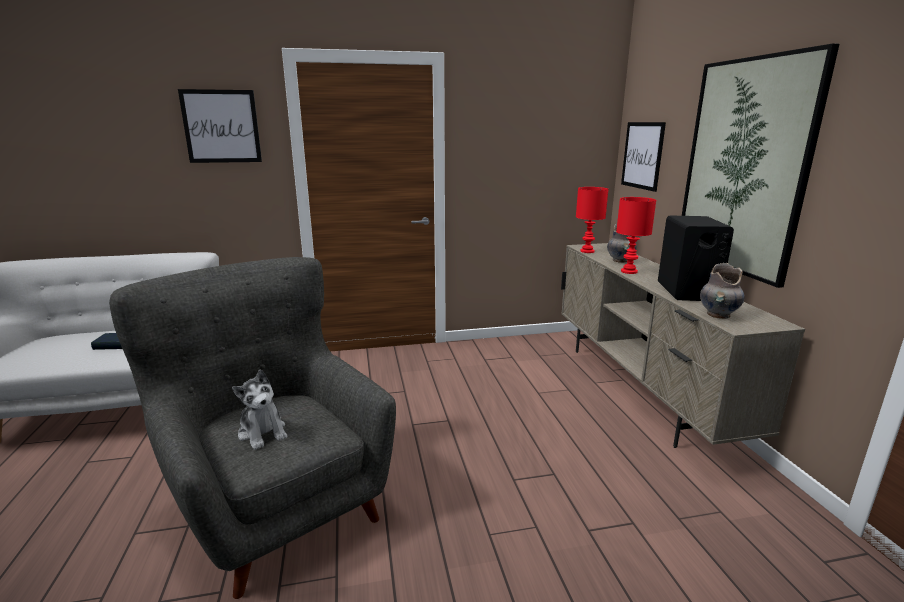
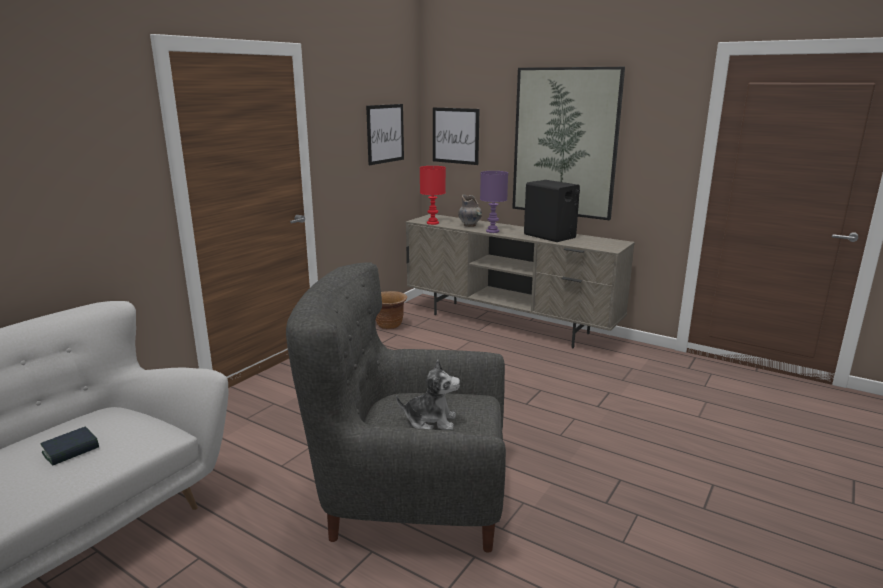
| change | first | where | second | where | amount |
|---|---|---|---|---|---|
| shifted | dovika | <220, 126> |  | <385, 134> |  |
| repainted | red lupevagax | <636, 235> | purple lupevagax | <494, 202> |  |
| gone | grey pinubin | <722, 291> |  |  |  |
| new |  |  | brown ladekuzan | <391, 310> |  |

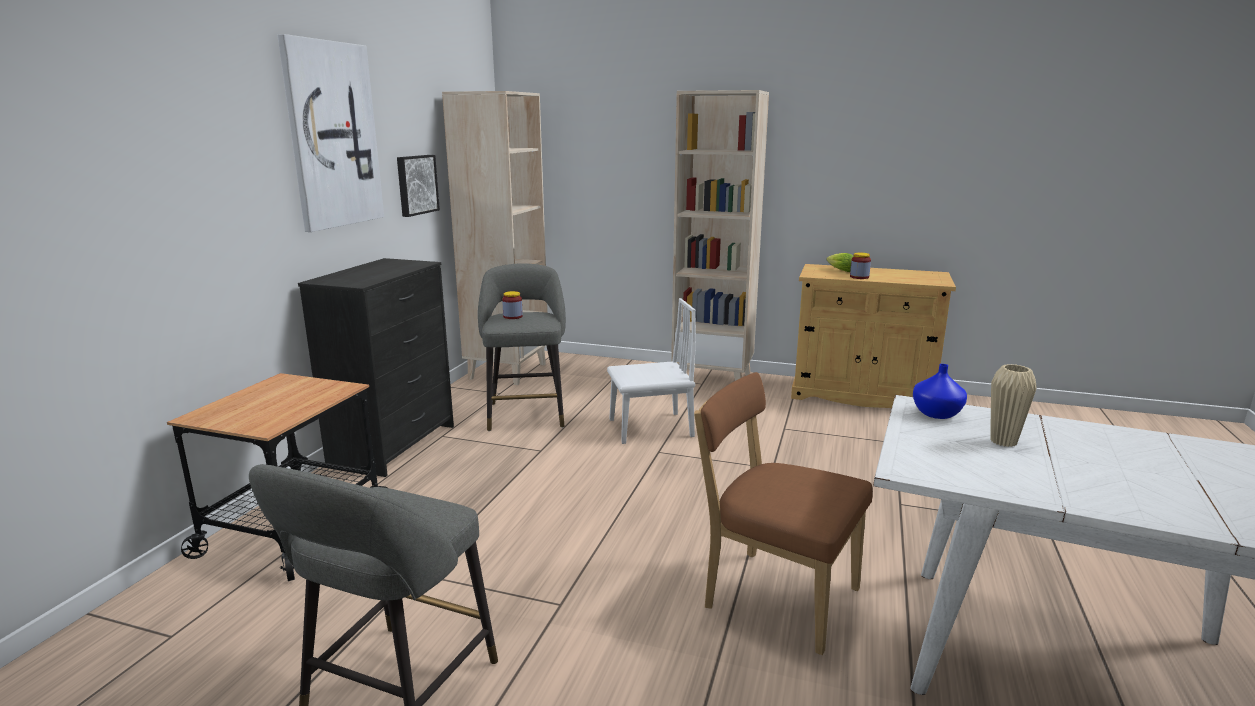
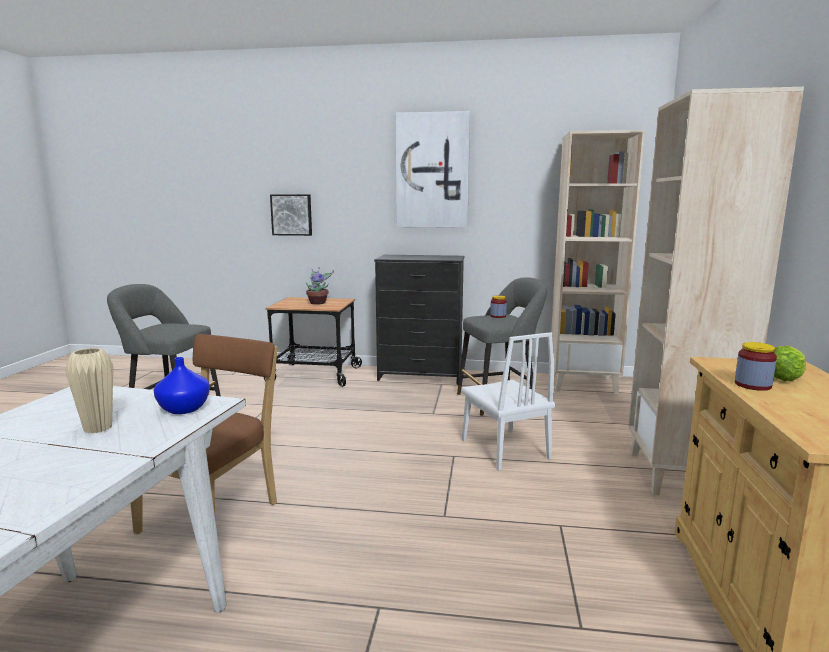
| change | first | where | second | where | amount |
|---|---|---|---|---|---|
| shifted | dovika | <418, 186> |  | <291, 215> |  |
| new |  |  | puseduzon | <320, 286> |  |

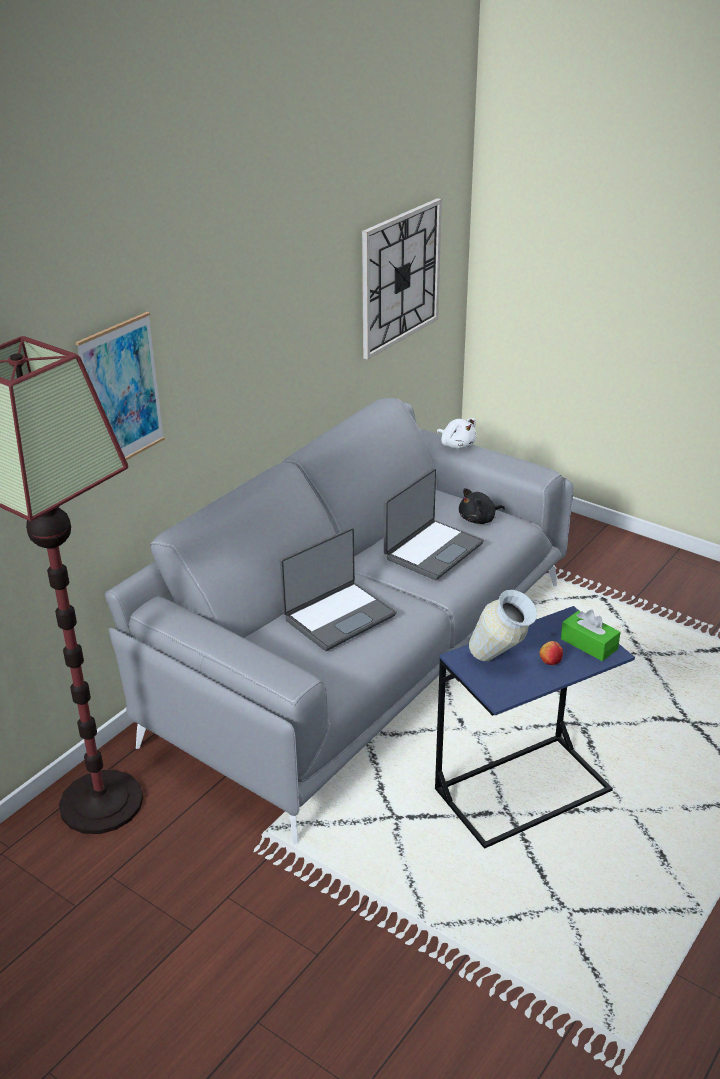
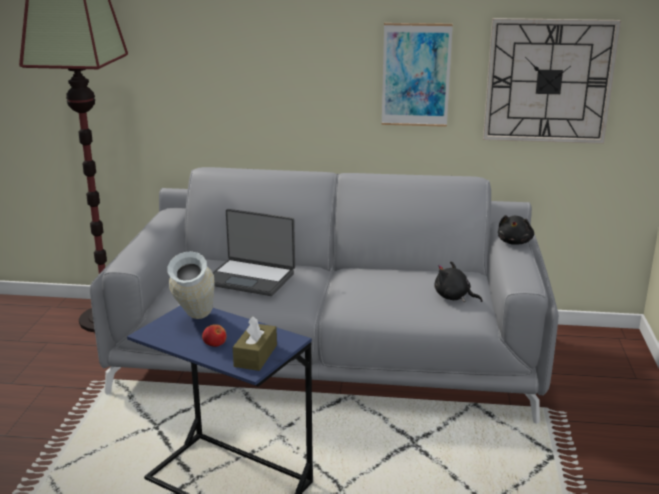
| change | first | where | second | where | amount |
|---|---|---|---|---|---|
| shifted | dovika | <120, 386> |  | <417, 75> |  |
| repainted | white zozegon | <457, 433> | black zozegon | <516, 230> |  |
| gone | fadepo | <434, 524> |  |  |  |
| repainted | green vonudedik | <591, 635> | brown vonudedik | <255, 343> |  |

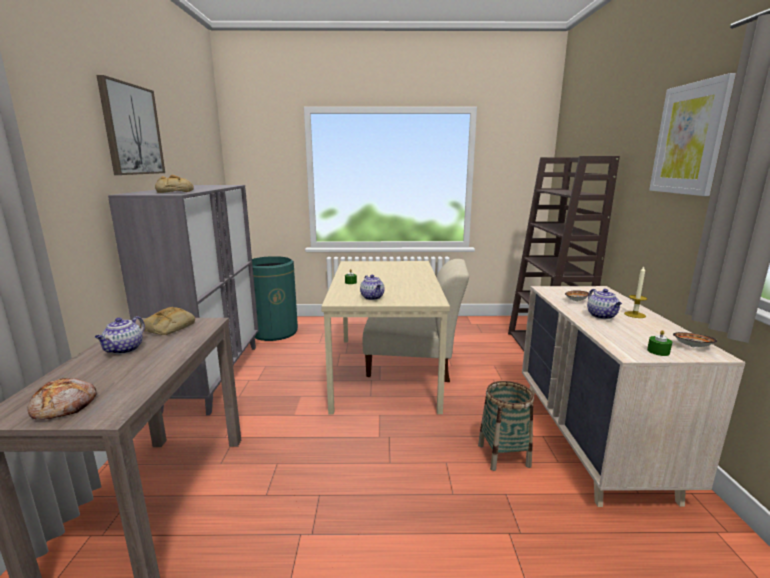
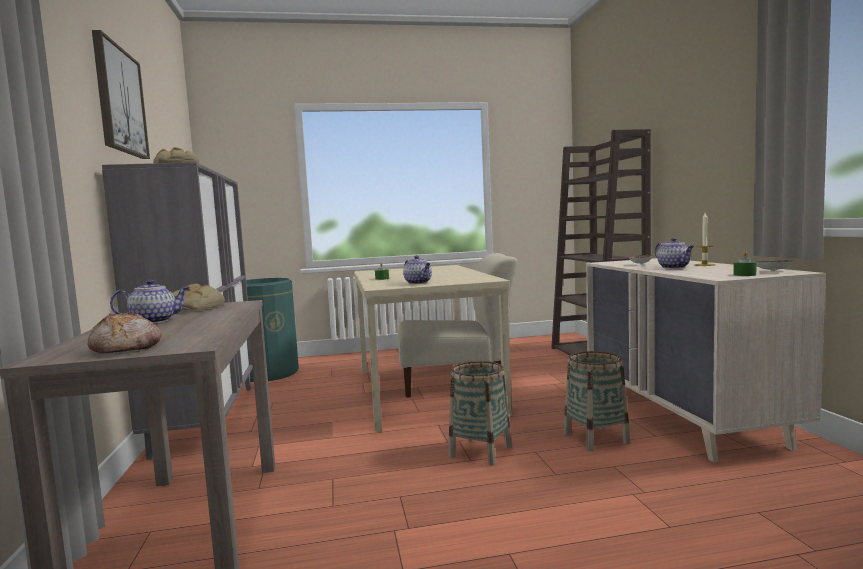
| change | first | where | second | where | amount |
|---|---|---|---|---|---|
| gone | dovika | <692, 134> |  |  |  |
| rotated | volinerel | <120, 335> |  | <149, 301> | 120 degrees counterclockwise |
| new |  |  | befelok | <480, 413> |  |

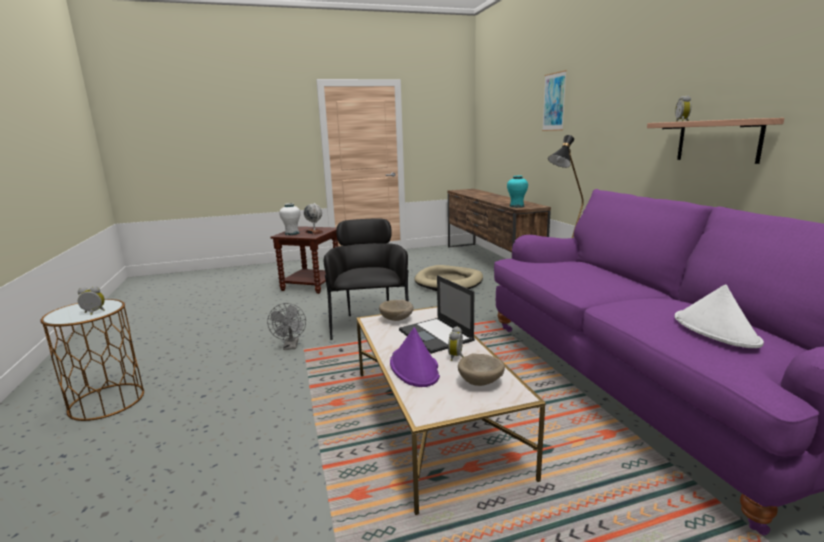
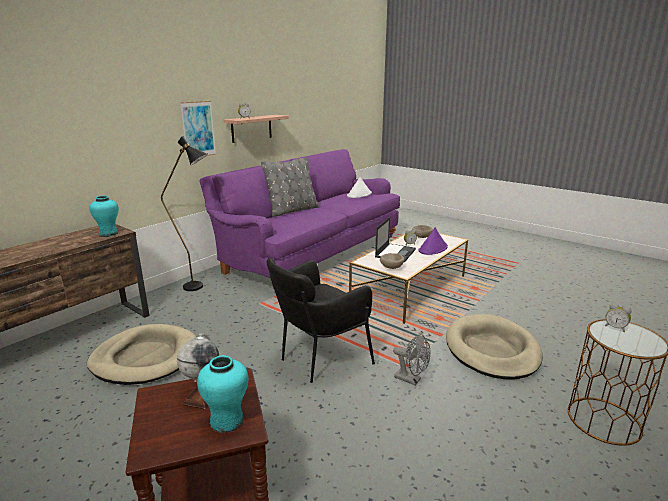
| change | first | where | second | where | amount |
|---|---|---|---|---|---|
| shifted | dovika | <554, 100> |  | <198, 130> |  |
| repainted | white pinubin | <290, 219> | turquoise pinubin | <222, 394> |  |
| rotated | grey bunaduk | <286, 326> |  | <411, 360> | 75 degrees clockwise |
| new |  |  | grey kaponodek | <290, 187> |  |
| new |  |  | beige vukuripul | <494, 347> |  |

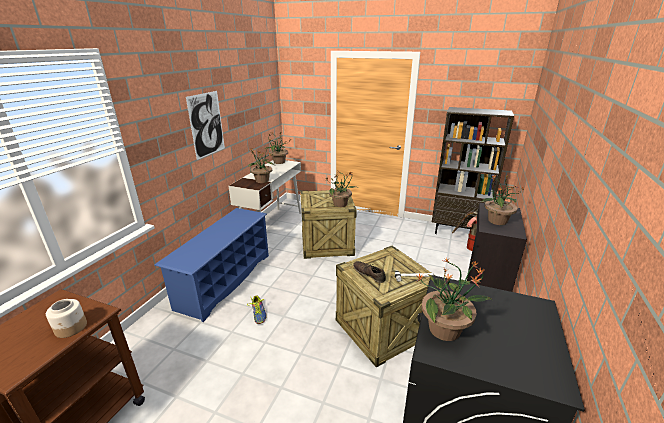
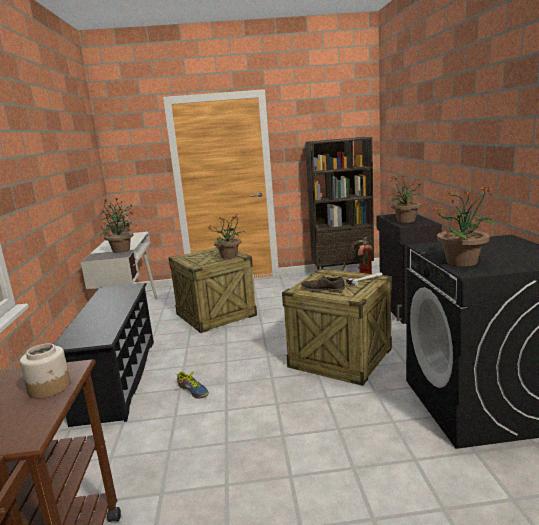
| change | first | where | second | where | amount |
|---|---|---|---|---|---|
| gone | dovika | <205, 125> |  |  |  |
| repainted | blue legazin | <211, 265> | black legazin | <103, 355> |  |

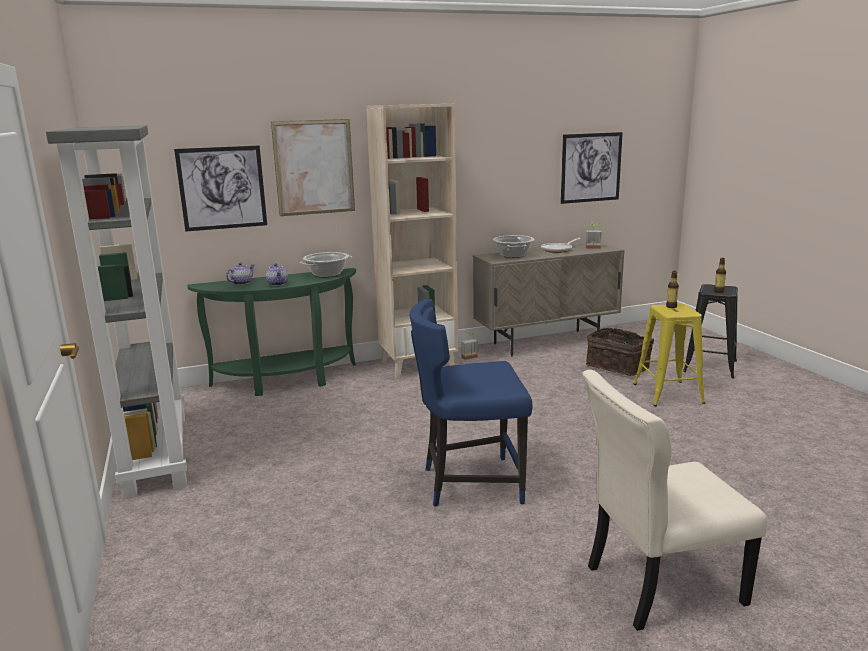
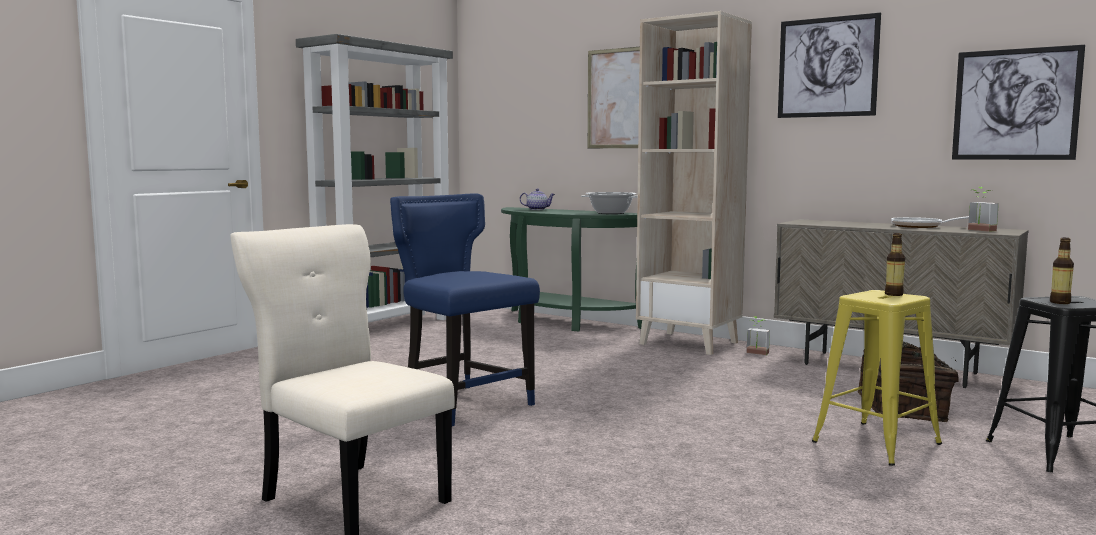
| change | first | where | second | where | amount |
|---|---|---|---|---|---|
| shifted | dovika | <220, 188> |  | <829, 65> |  |
| gone | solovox | <513, 246> |  |  |  |
| gone | volinerel | <277, 274> |  |  |  |

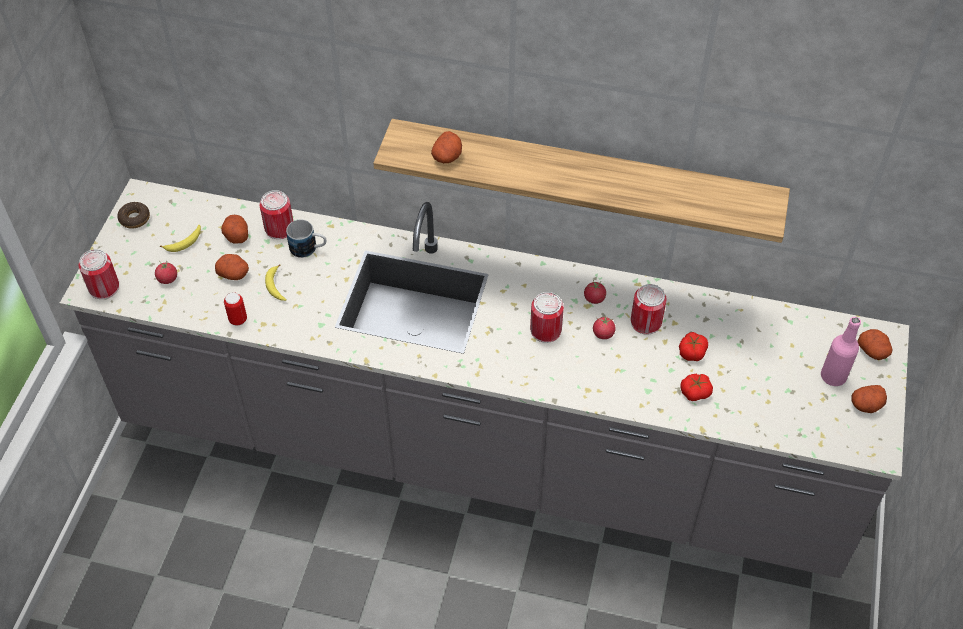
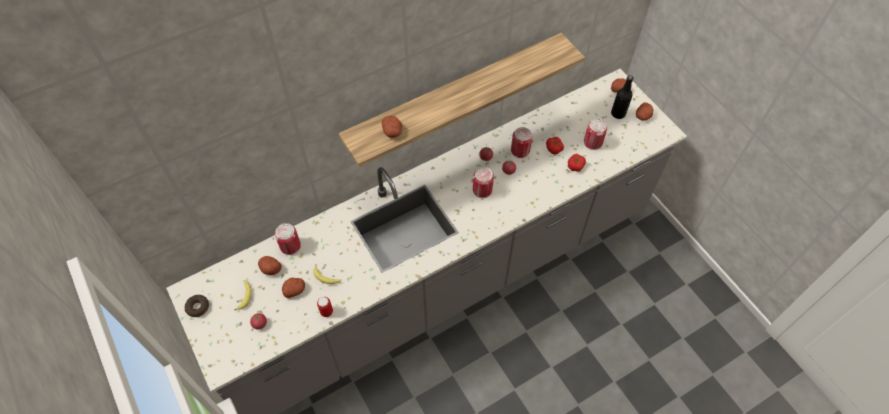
| change | first | where | second | where | amount |
|---|---|---|---|---|---|
| gone | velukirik | <306, 238> |  |  |  |
| shifted | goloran | <99, 274> |  | <595, 134> |  |
| repainted | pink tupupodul | <841, 351> | black tupupodul | <622, 97> |  |

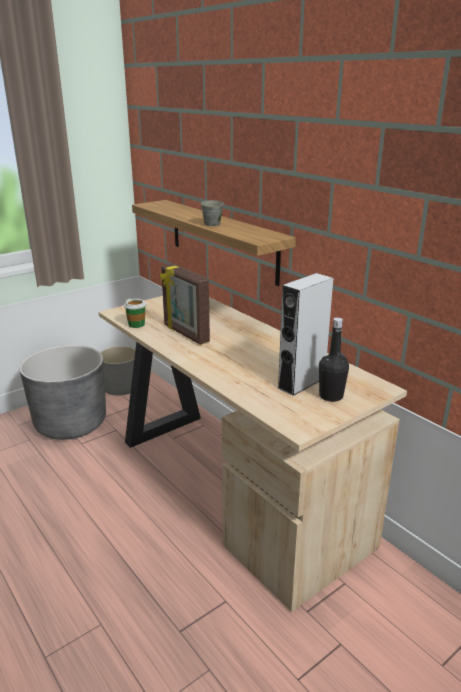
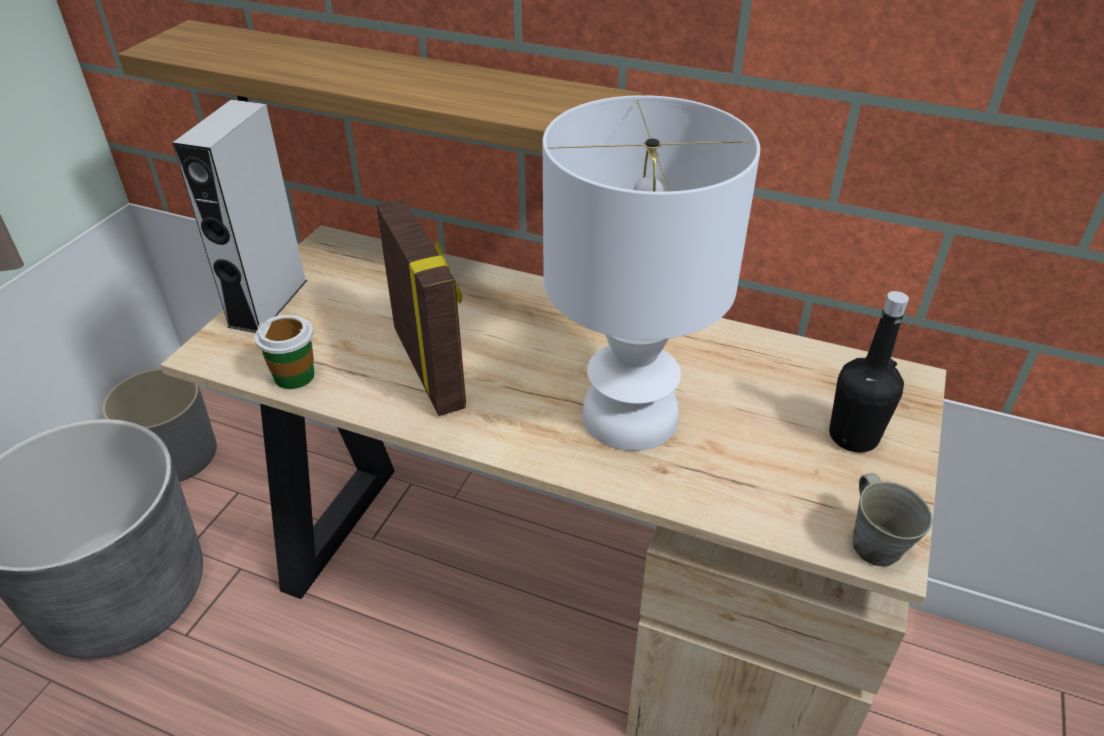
| change | first | where | second | where | amount |
|---|---|---|---|---|---|
| shifted | grey velukirik | <212, 213> |  | <893, 520> |  |
| rotated | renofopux | <185, 304> |  | <421, 307> | 135 degrees counterclockwise |
| shifted | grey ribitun | <305, 334> |  | <240, 216> |  |
| new |  |  | white lupevagax | <651, 273> |  |

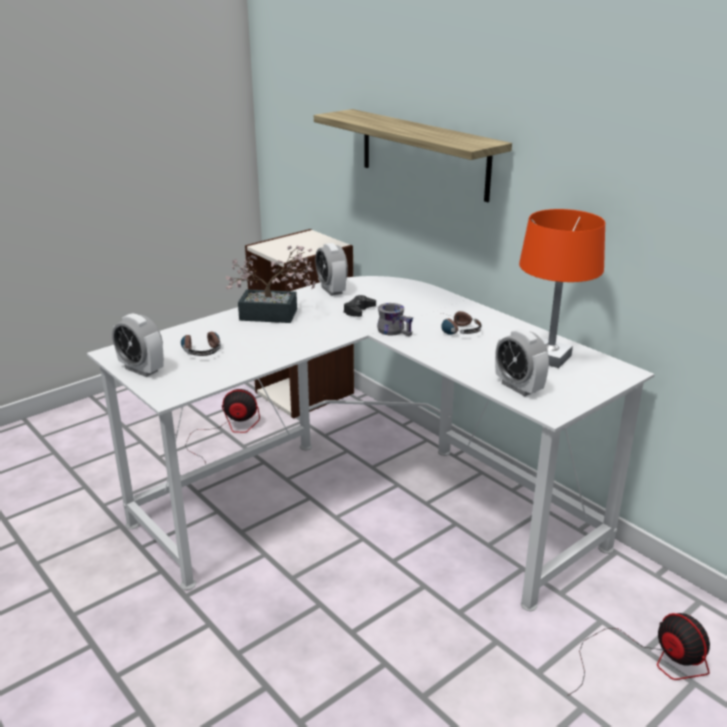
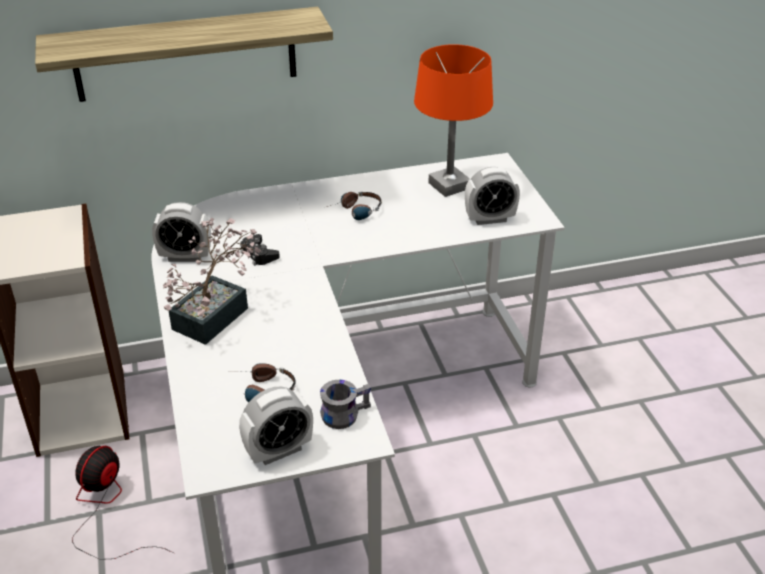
| change | first | where | second | where | amount |
|---|---|---|---|---|---|
| shifted | grey velukirik | <395, 319> |  | <345, 404> |  |
| gone | bunaduk | <638, 654> |  |  |  |

